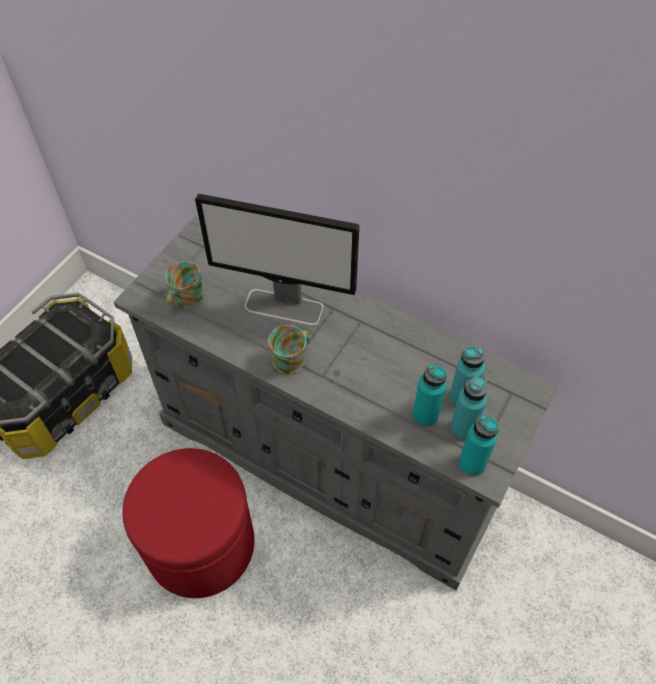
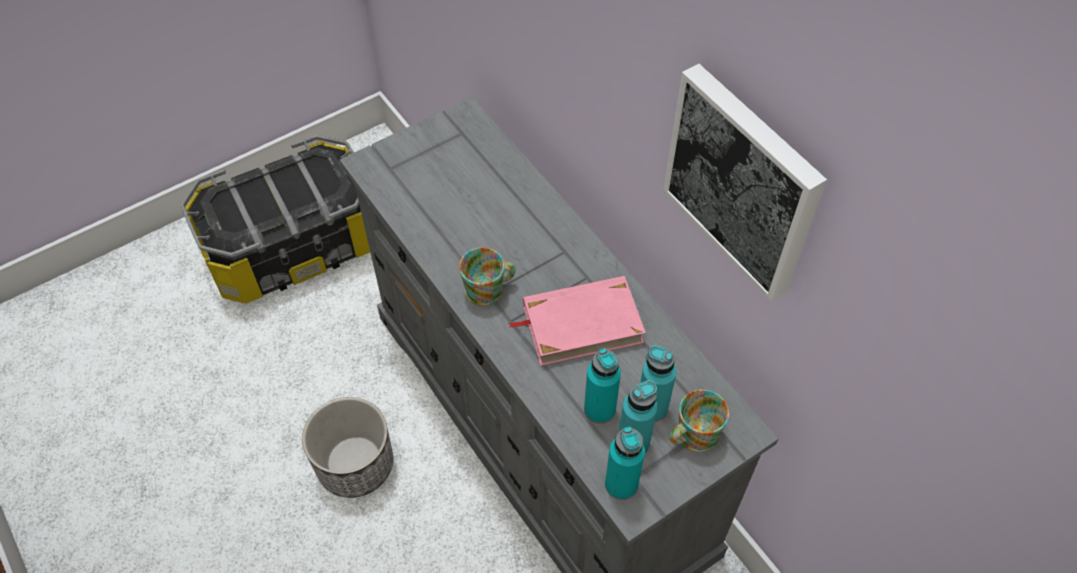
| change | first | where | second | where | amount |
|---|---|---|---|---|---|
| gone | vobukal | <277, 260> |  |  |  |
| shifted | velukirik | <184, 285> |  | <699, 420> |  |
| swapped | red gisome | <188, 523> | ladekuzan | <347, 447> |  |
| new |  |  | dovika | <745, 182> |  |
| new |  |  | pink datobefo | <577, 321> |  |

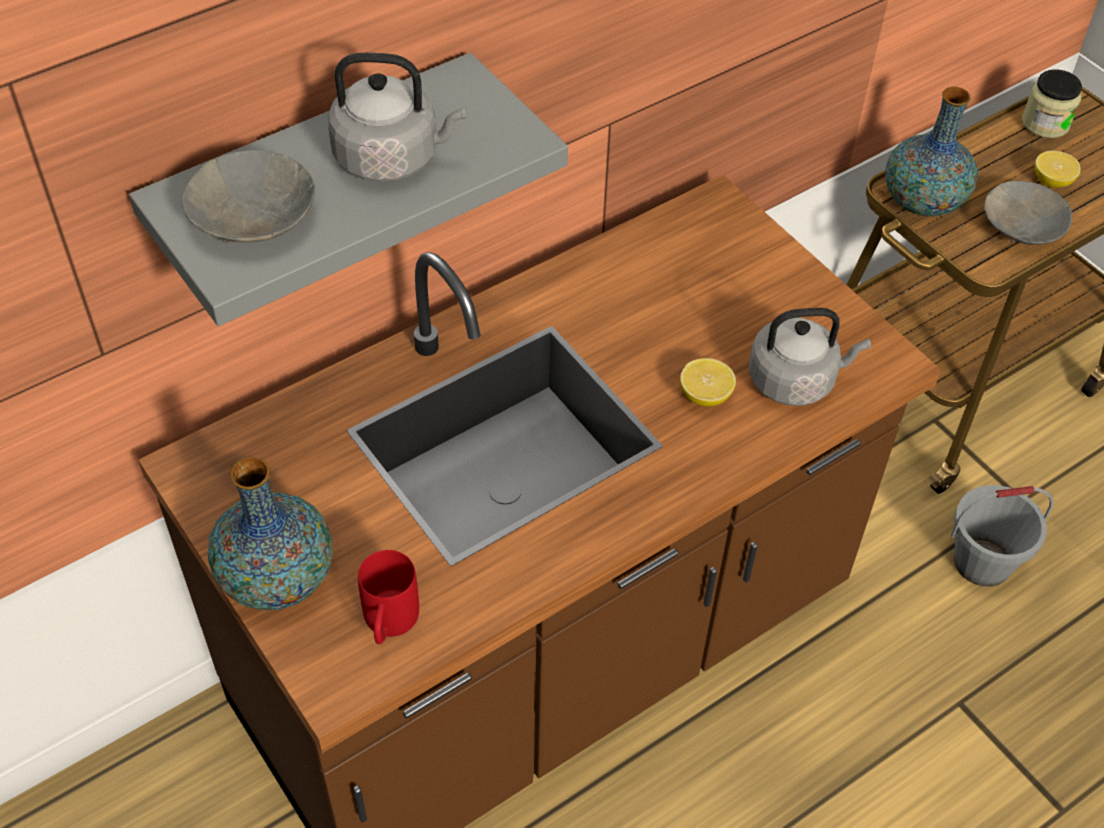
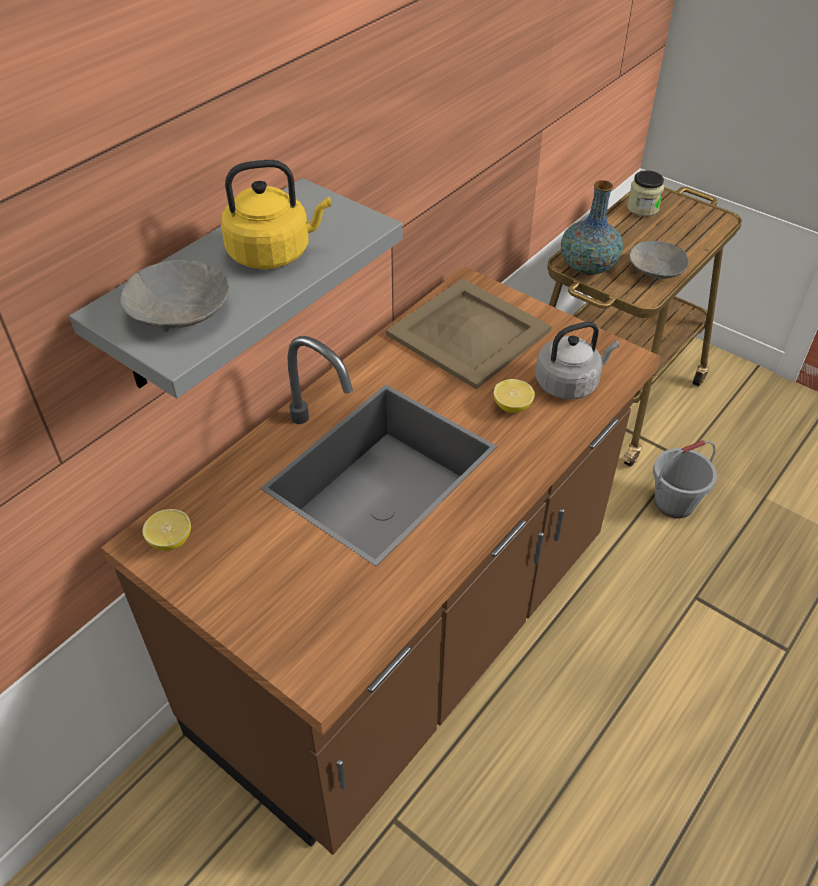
| change | first | where | second | where | amount |
|---|---|---|---|---|---|
| repainted | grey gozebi | <396, 117> | yellow gozebi | <276, 214> |  |
| shifted | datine | <1058, 169> |  | <167, 530> |  |
| gone | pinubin | <270, 533> |  |  |  |
| gone | red velukirik | <388, 597> |  |  |  |
| new |  |  | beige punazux | <468, 333> |  |

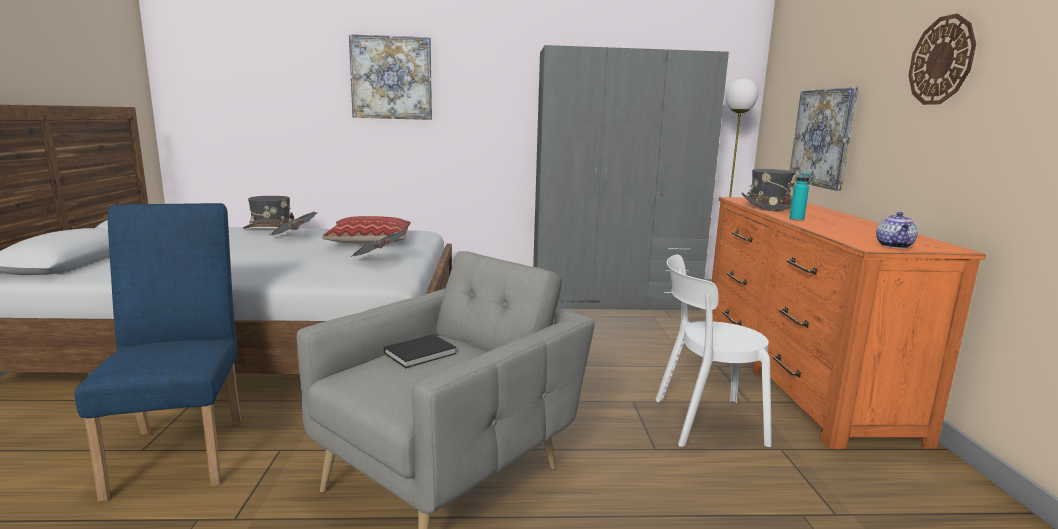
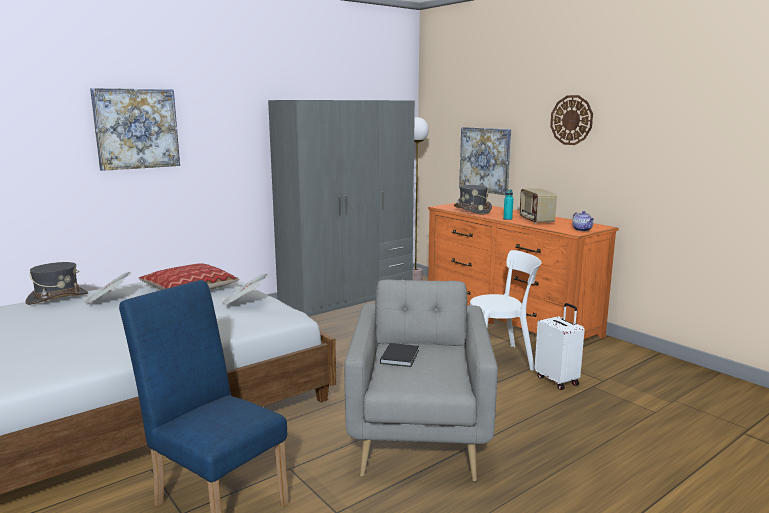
| change | first | where | second | where | amount |
|---|---|---|---|---|---|
| rotated | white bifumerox | <713, 350> |  | <506, 310> | 150 degrees counterclockwise |
| new |  |  | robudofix | <538, 206> |  |
| new |  |  | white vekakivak | <560, 346> |  |

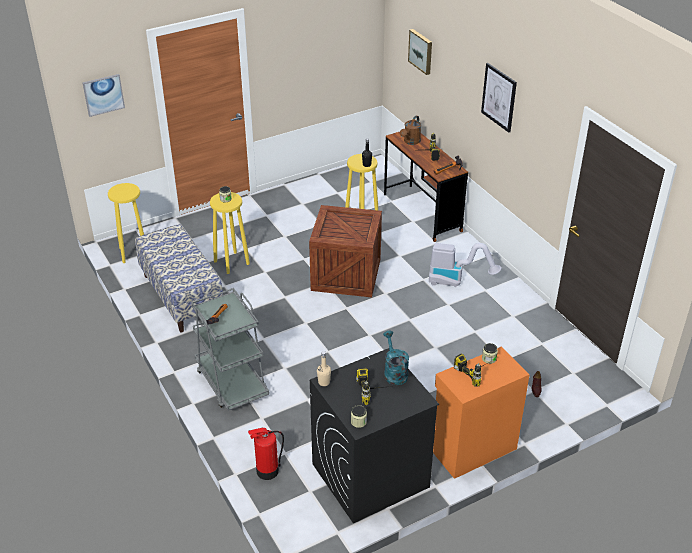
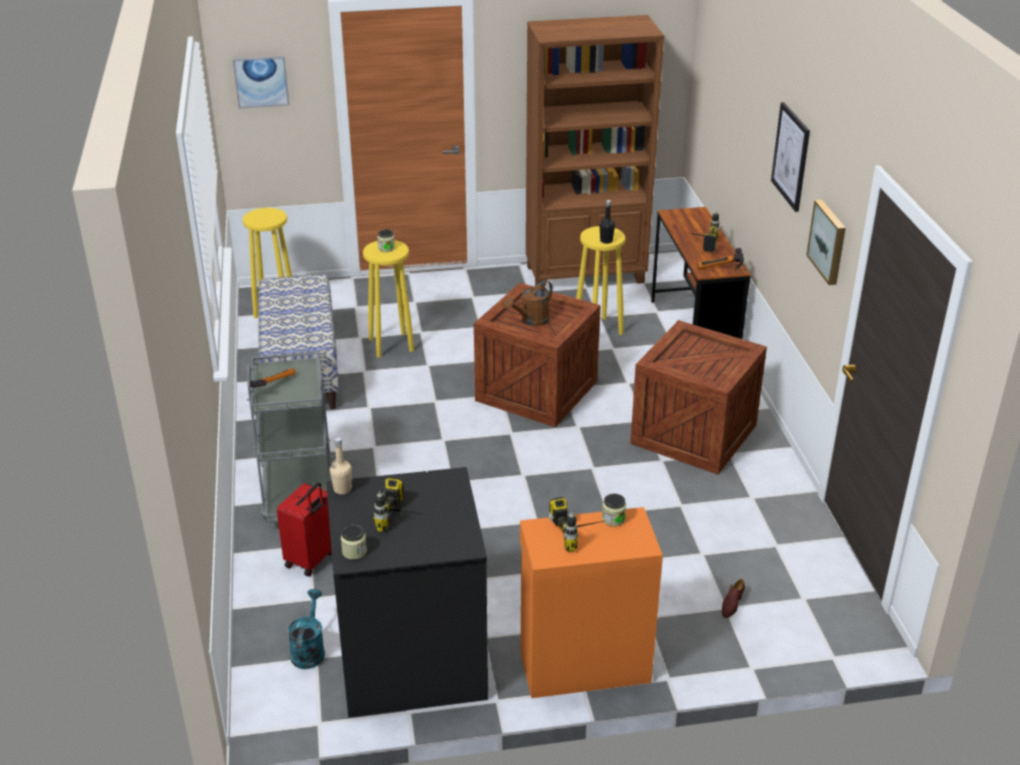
| change | first | where | second | where | amount |
|---|---|---|---|---|---|
| shifted | dovika | <420, 52> |  | <826, 242> |  |
| shifted | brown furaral | <410, 130> |  | <528, 303> |  |
| swapped | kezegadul | <465, 265> | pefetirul | <698, 397> |  |
| shifted | turquoise furaral | <396, 358> |  | <306, 629> |  |
| gone | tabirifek | <266, 454> |  |  |  |
| new |  |  | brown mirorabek | <595, 151> |  |
| new |  |  | red vekakivak | <304, 529> |  |

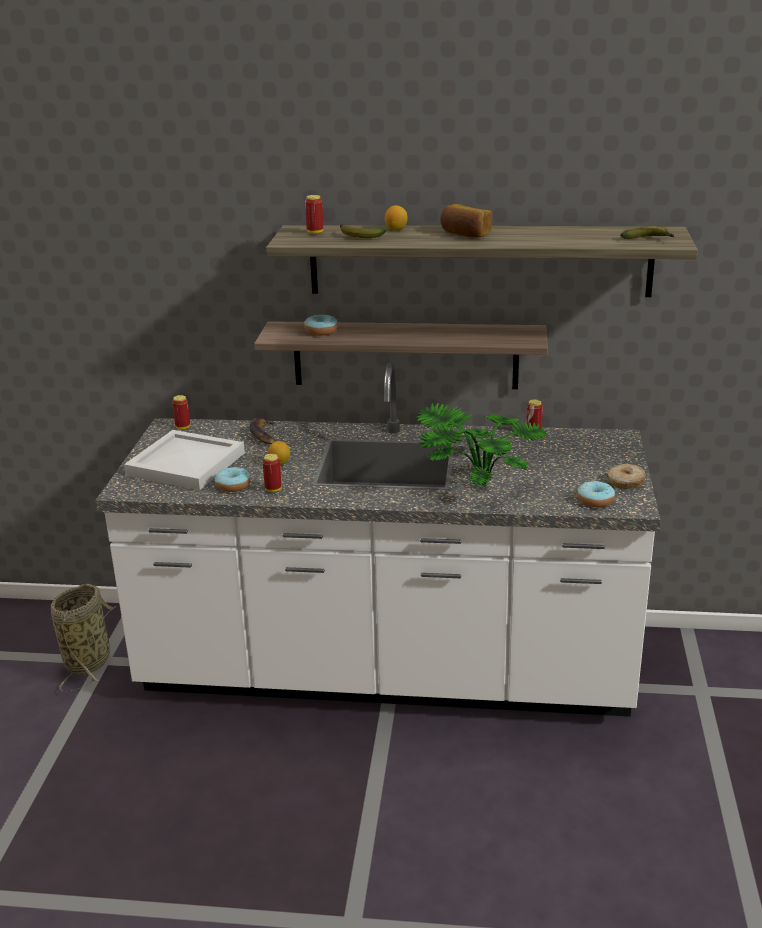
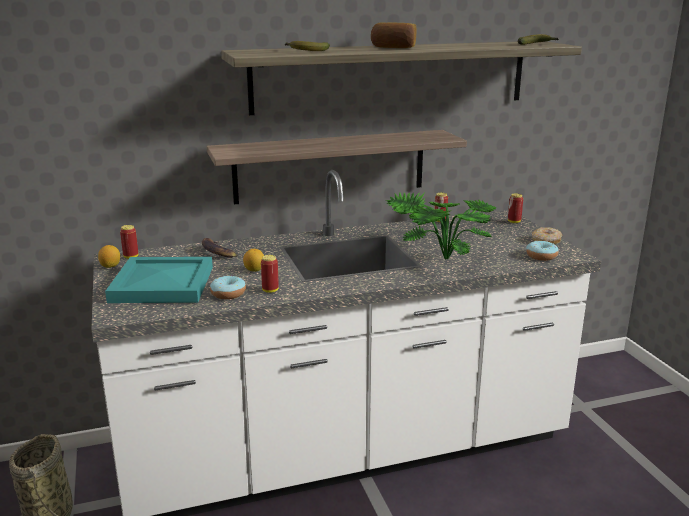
| change | first | where | second | where | amount |
|---|---|---|---|---|---|
| shifted | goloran | <314, 214> |  | <515, 208> |  |
| shifted | datine | <396, 217> |  | <109, 256> |  |
| gone | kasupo | <321, 325> |  |  |  |
| repainted | white punazux | <184, 460> | turquoise punazux | <159, 280> |  |

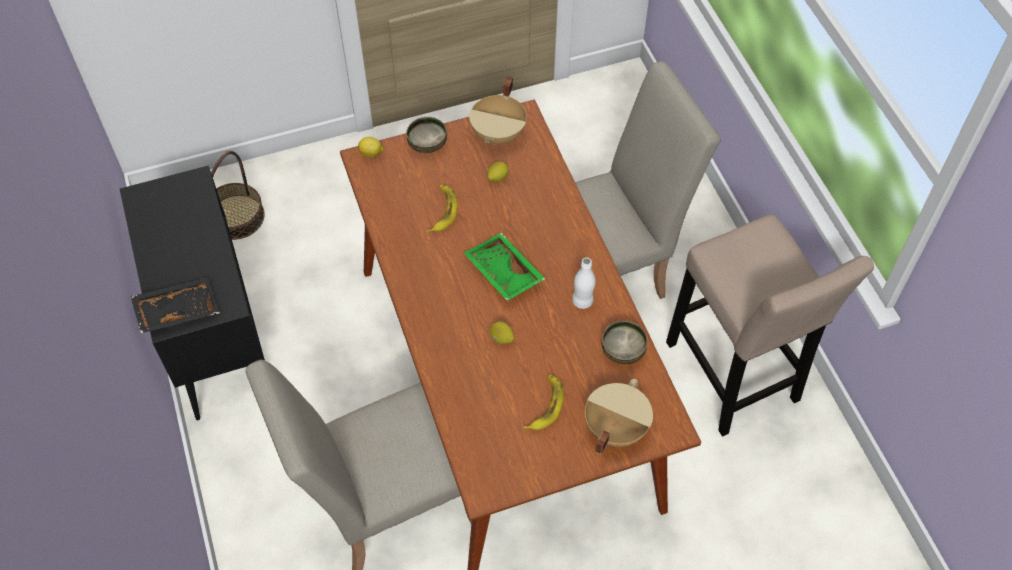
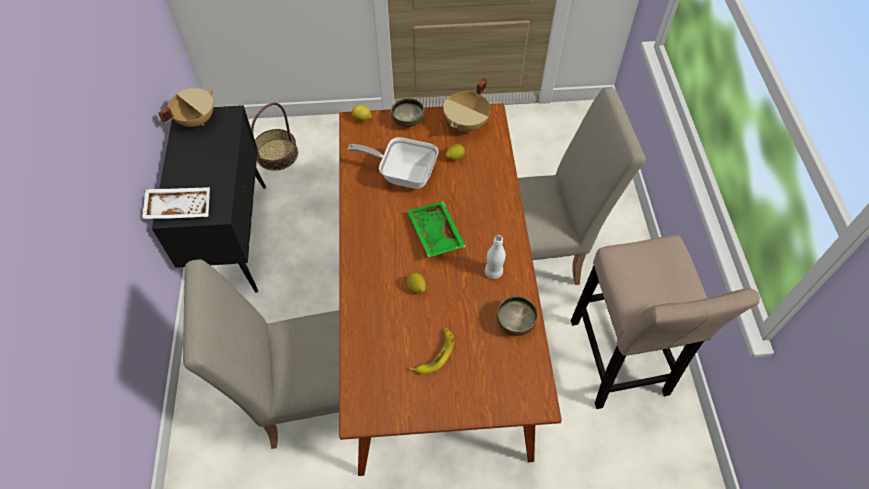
| change | first | where | second | where | amount |
|---|---|---|---|---|---|
| swapped | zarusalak | <442, 208> | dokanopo | <393, 163> |  |
| repainted | black punazux | <175, 305> | white punazux | <176, 203> |  |
| shifted | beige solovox | <619, 417> |  | <186, 107> |  |

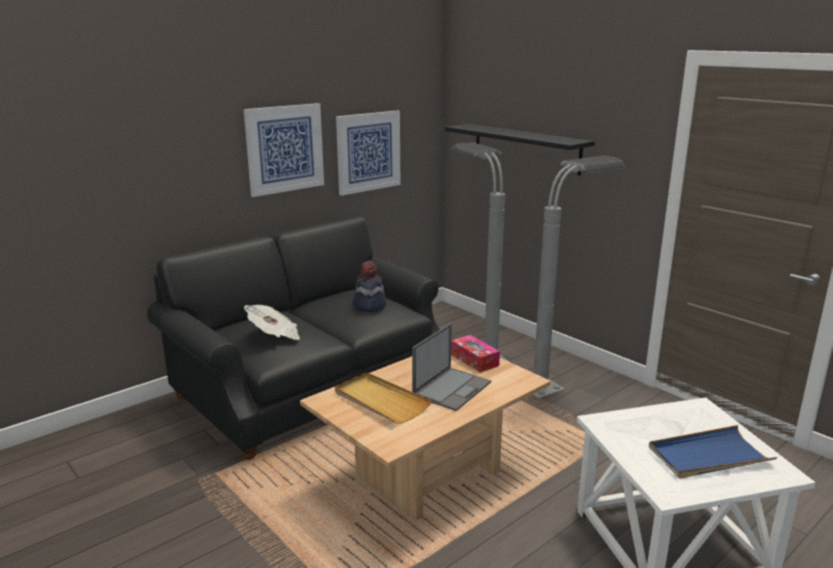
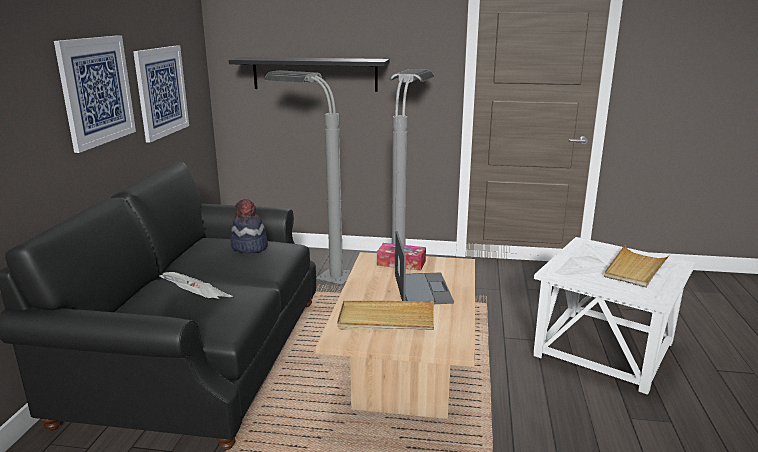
| change | first | where | second | where | amount |
|---|---|---|---|---|---|
| repainted | blue punazux | <713, 452> | beige punazux | <637, 266> |  |

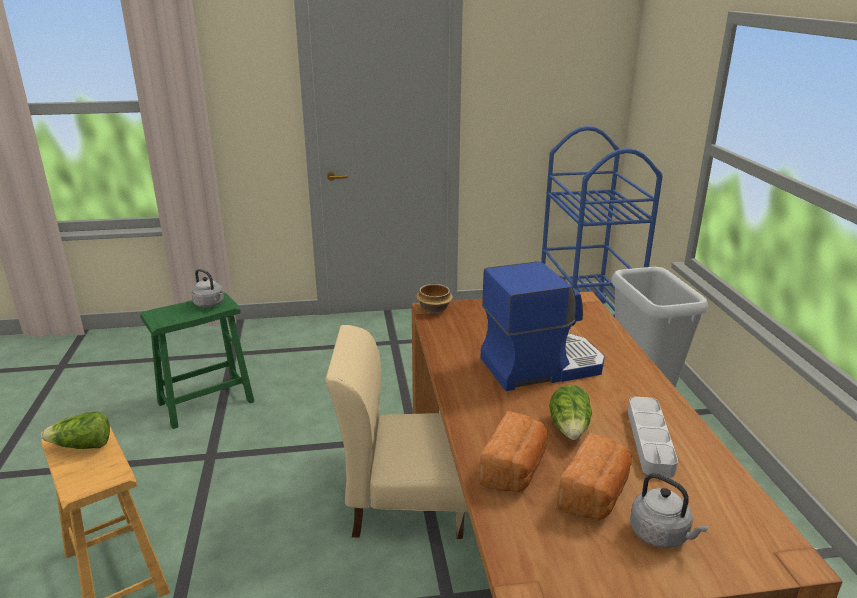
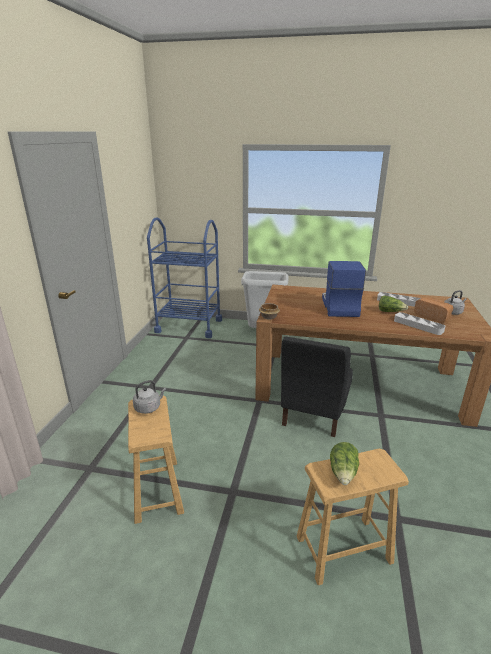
| change | first | where | second | where | amount |
|---|---|---|---|---|---|
| repainted | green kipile | <197, 361> | brown kipile | <156, 460> |  |
| repainted | beige bifumerox | <396, 432> | black bifumerox | <317, 386> |  |
| swapped | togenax | <513, 452> | grey punazux | <419, 323> |  |

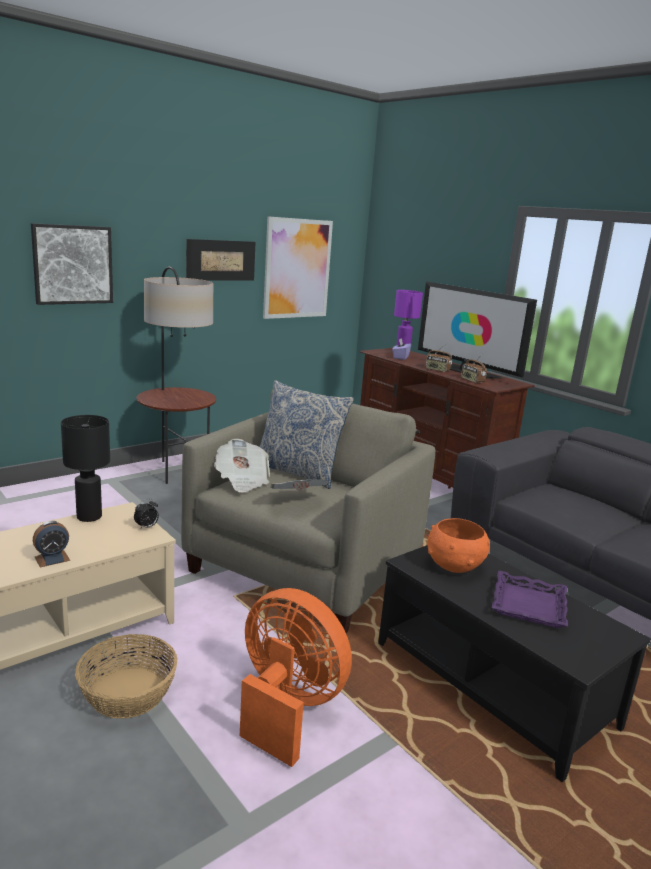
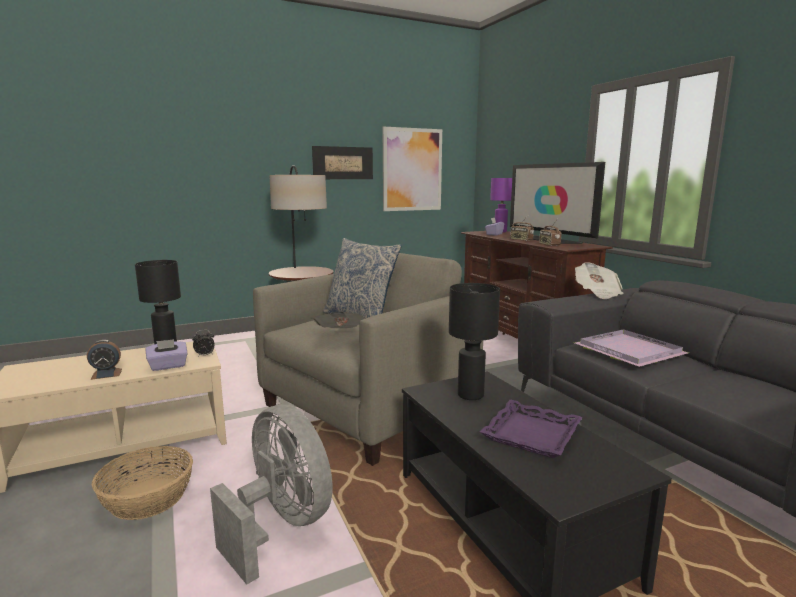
| change | first | where | second | where | amount |
|---|---|---|---|---|---|
| gone | dovika | <72, 264> |  |  |  |
| shifted | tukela | <242, 466> |  | <599, 280> |  |
| swapped | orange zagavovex | <458, 545> | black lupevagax | <474, 341> |  |
| repainted | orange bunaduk | <296, 677> | grey bunaduk | <271, 494> |  |
| new |  |  | purple punazux | <631, 348> |  |
| new |  |  | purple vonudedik | <166, 355> |  |

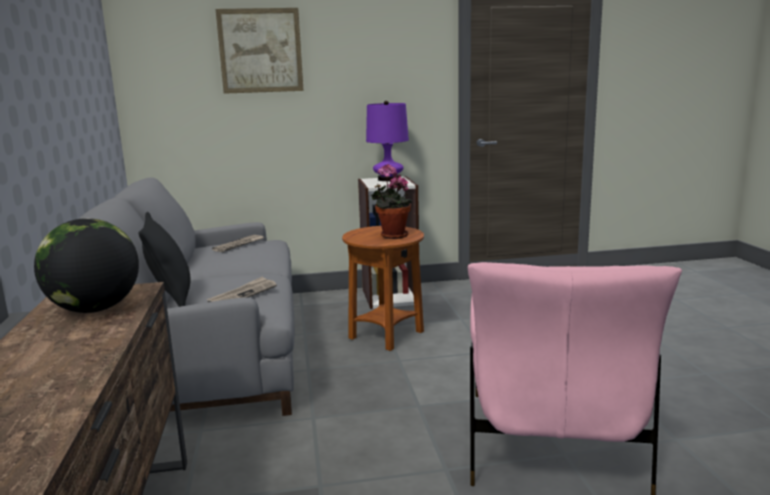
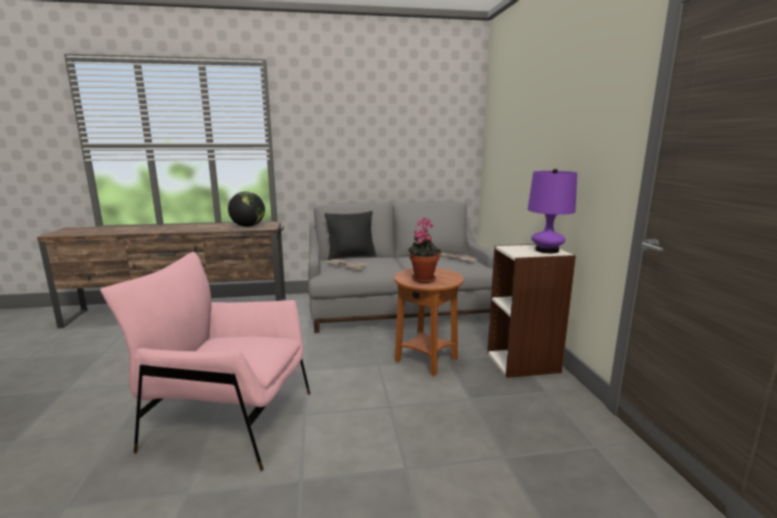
| change | first | where | second | where | amount |
|---|---|---|---|---|---|
| gone | dovika | <260, 51> |  |  |  |

